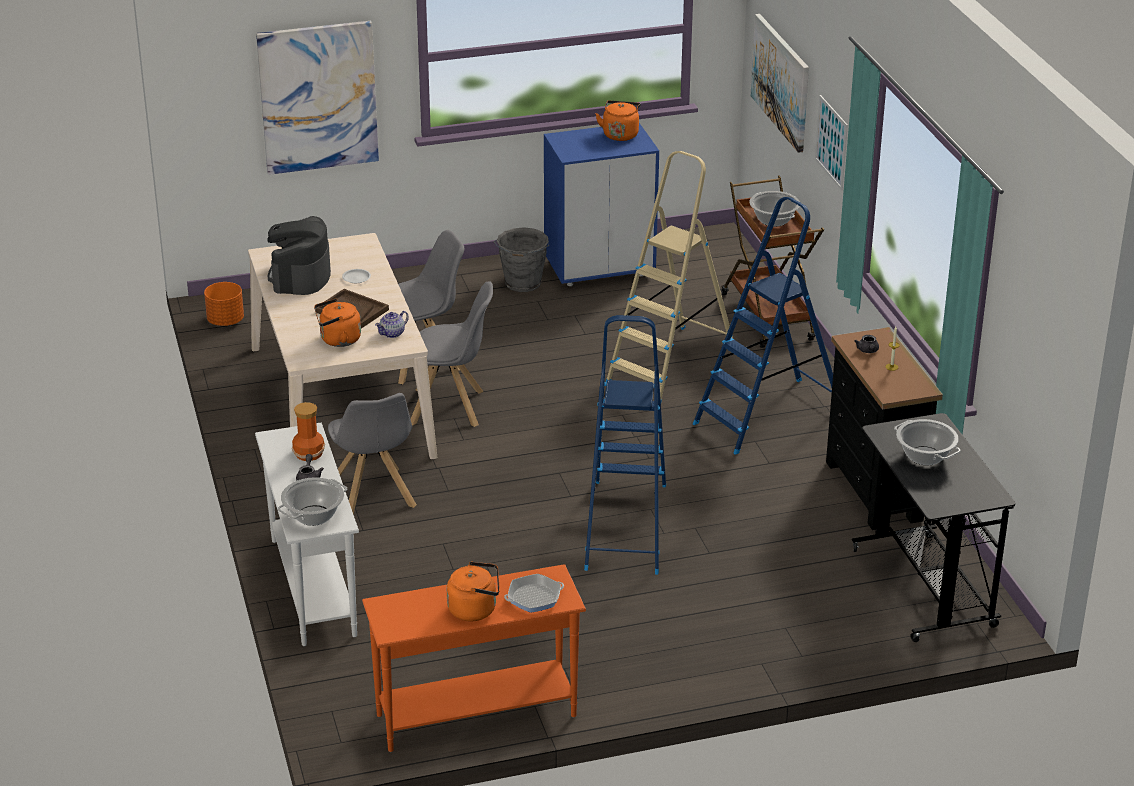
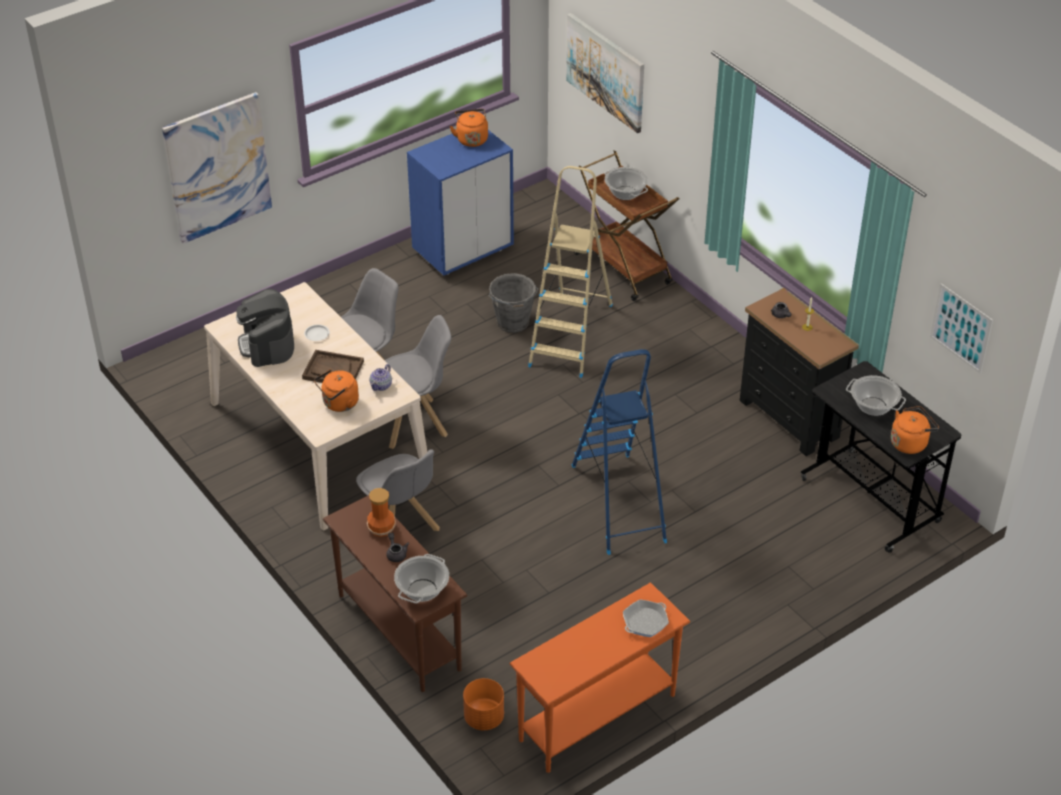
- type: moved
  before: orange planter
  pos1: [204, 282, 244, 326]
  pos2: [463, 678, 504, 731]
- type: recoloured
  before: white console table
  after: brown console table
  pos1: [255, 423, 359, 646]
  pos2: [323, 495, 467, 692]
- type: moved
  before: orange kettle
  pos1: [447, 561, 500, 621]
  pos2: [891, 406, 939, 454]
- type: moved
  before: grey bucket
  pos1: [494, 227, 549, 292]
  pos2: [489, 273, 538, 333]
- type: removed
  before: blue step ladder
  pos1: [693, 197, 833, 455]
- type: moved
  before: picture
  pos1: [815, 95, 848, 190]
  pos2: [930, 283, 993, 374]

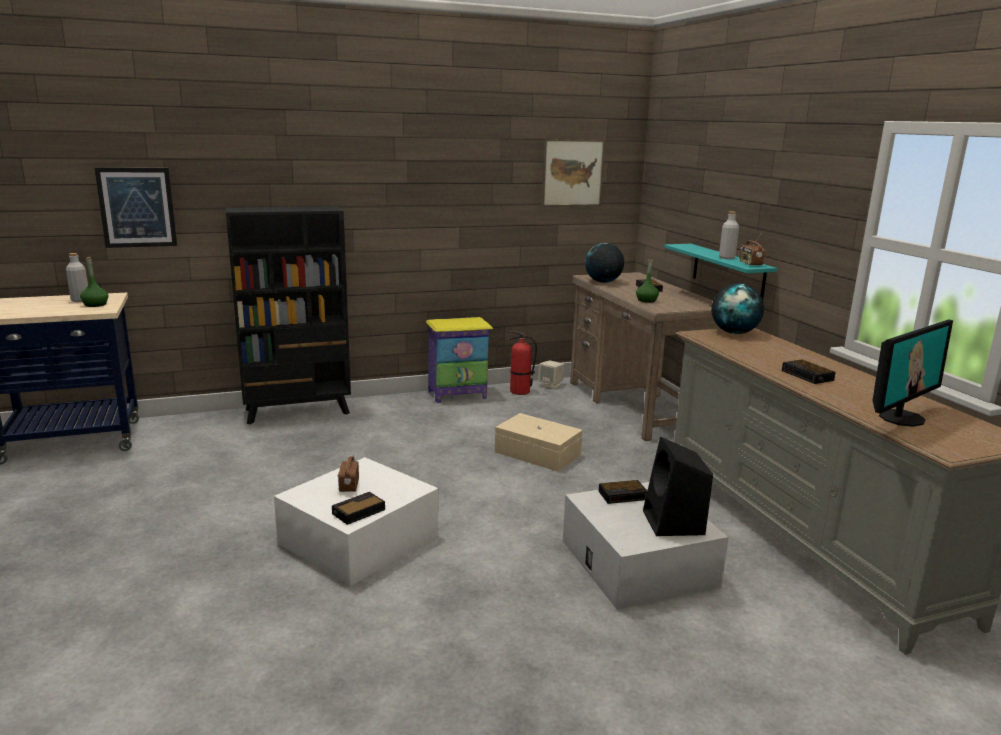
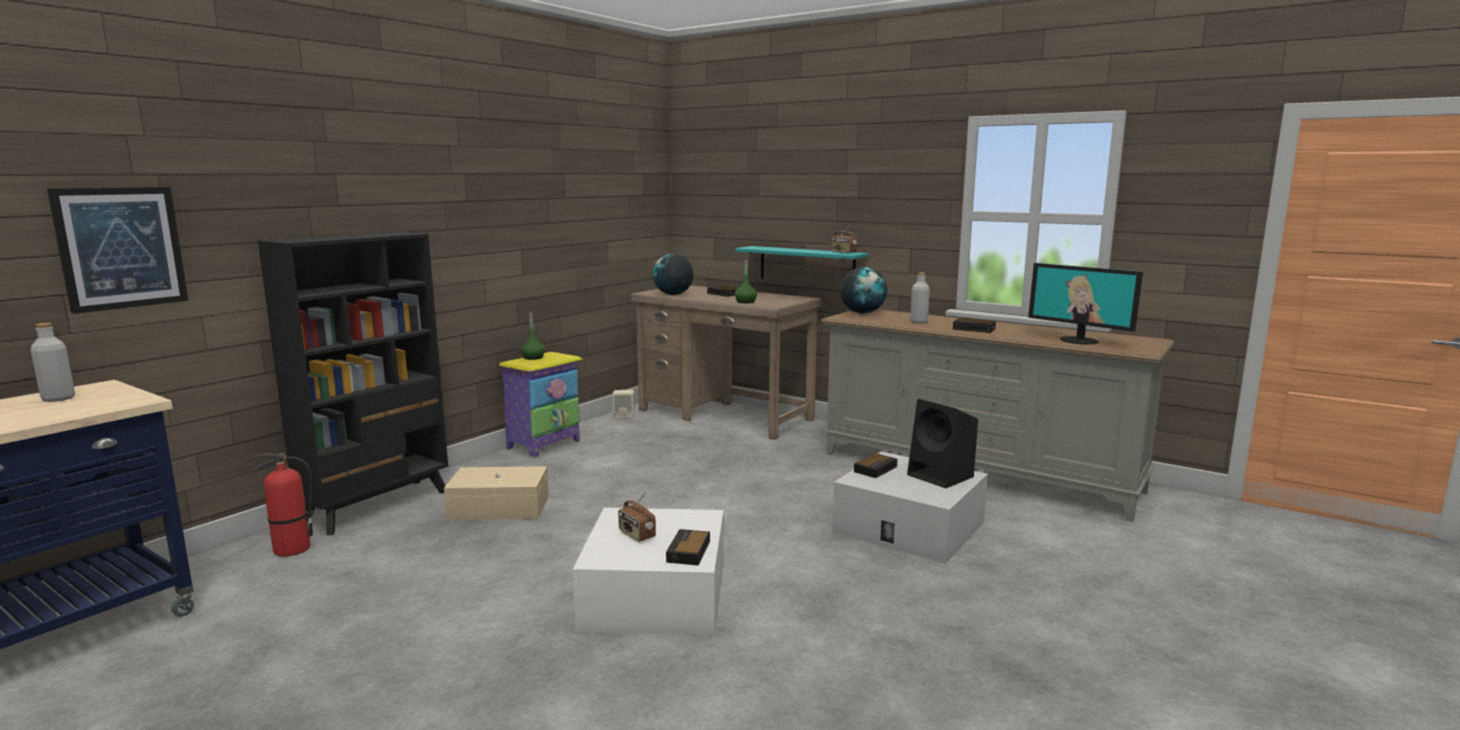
- type: moved
  before: green bottle
  pos1: [80, 257, 109, 307]
  pos2: [521, 313, 545, 360]
- type: moved
  before: beige storage box
  pos1: [495, 413, 583, 472]
  pos2: [444, 466, 549, 520]
- type: moved
  before: fire extinguisher
  pos1: [508, 331, 537, 395]
  pos2: [253, 453, 314, 557]
- type: removed
  before: picture
  pos1: [542, 139, 605, 207]
- type: moved
  before: grey bottle
  pos1: [719, 212, 739, 259]
  pos2: [910, 273, 930, 323]
- type: turned
  before: monitor
  pos1: [872, 320, 953, 427]
  pos2: [1028, 263, 1143, 344]
  turn: 120

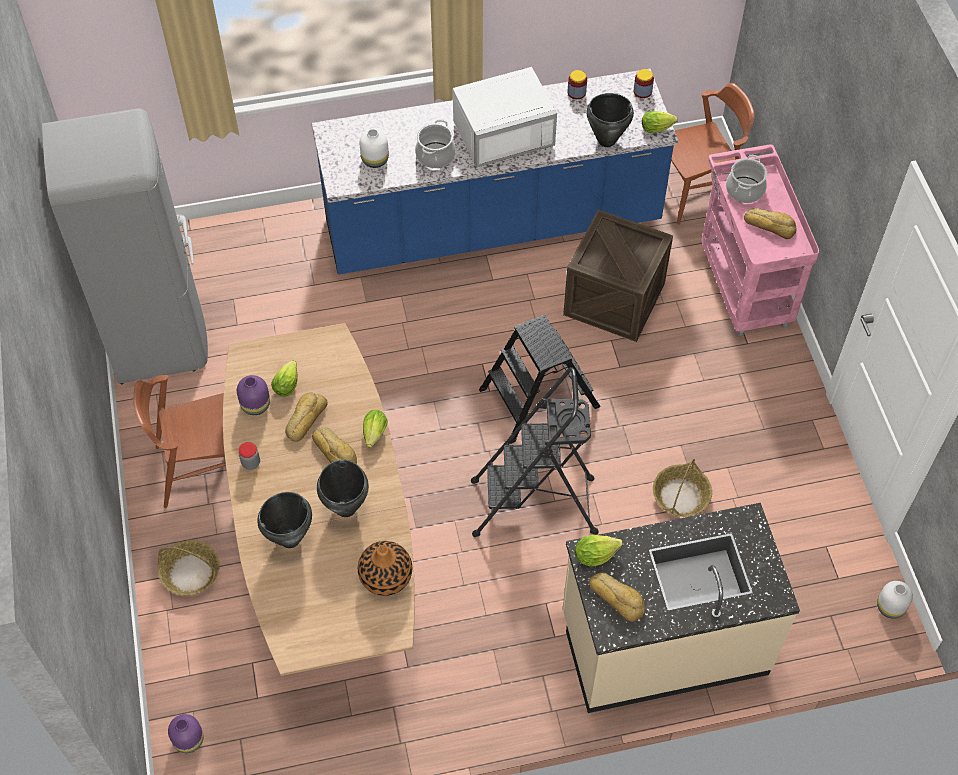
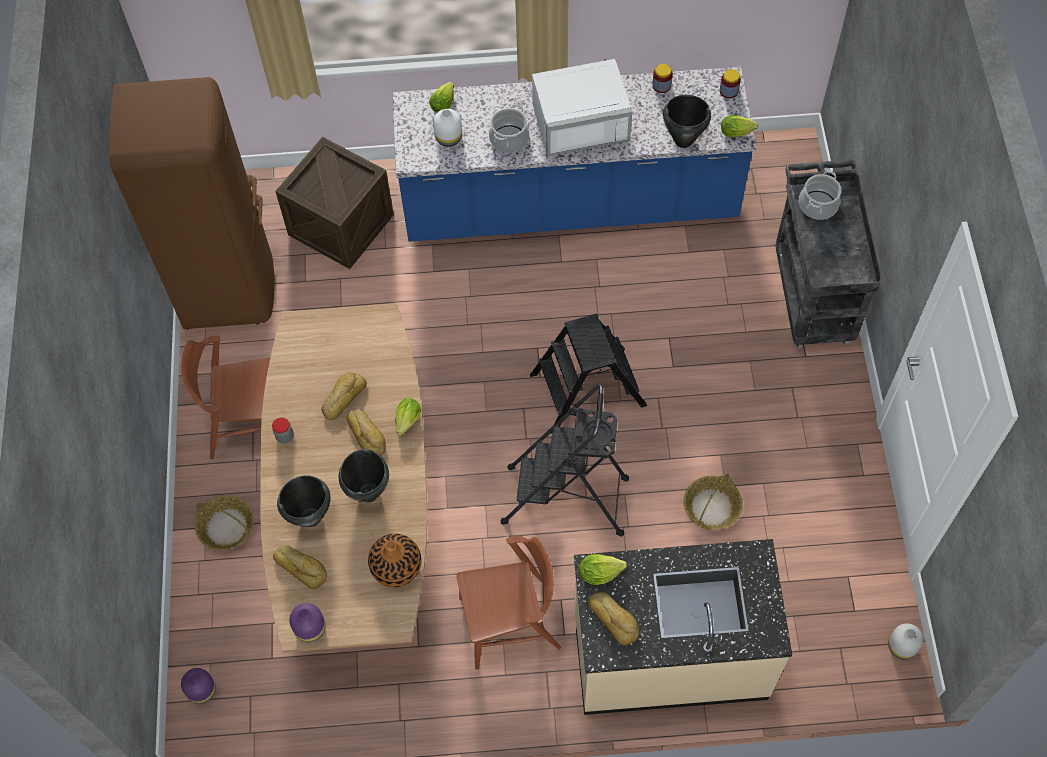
- type: recoloured
  before: grey fridge
  after: brown fridge
  pos1: [42, 109, 208, 384]
  pos2: [109, 77, 275, 330]
- type: moved
  before: purple vase
  pos1: [237, 375, 270, 415]
  pos2: [289, 603, 326, 643]
- type: moved
  before: lettuce
  pos1: [271, 360, 298, 396]
  pos2: [429, 82, 454, 112]
- type: moved
  before: crate
  pos1: [563, 209, 673, 342]
  pos2: [275, 137, 394, 269]
- type: moved
  before: brown chair
  pos1: [671, 83, 755, 225]
  pos2: [456, 535, 561, 670]
- type: recoloured
  before: pink cart
  after: black cart
  pos1: [701, 144, 819, 336]
  pos2: [775, 160, 881, 348]
- type: moved
  before: bread
  pos1: [744, 208, 797, 239]
  pos2: [273, 545, 327, 589]

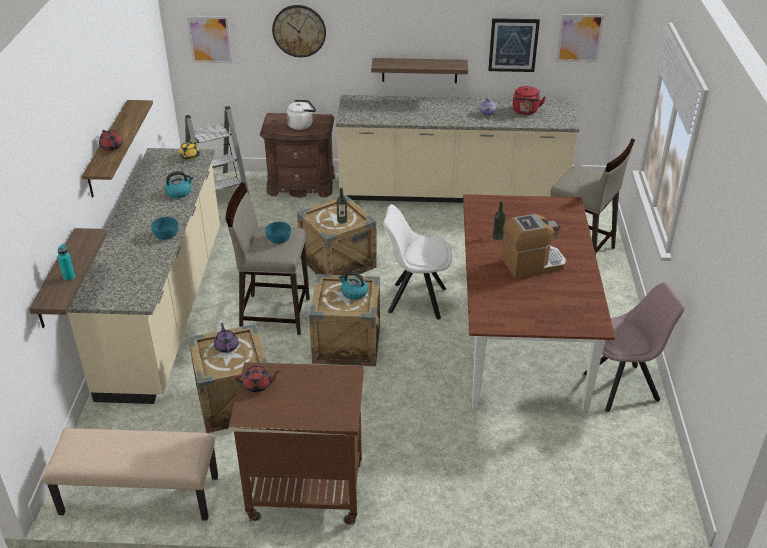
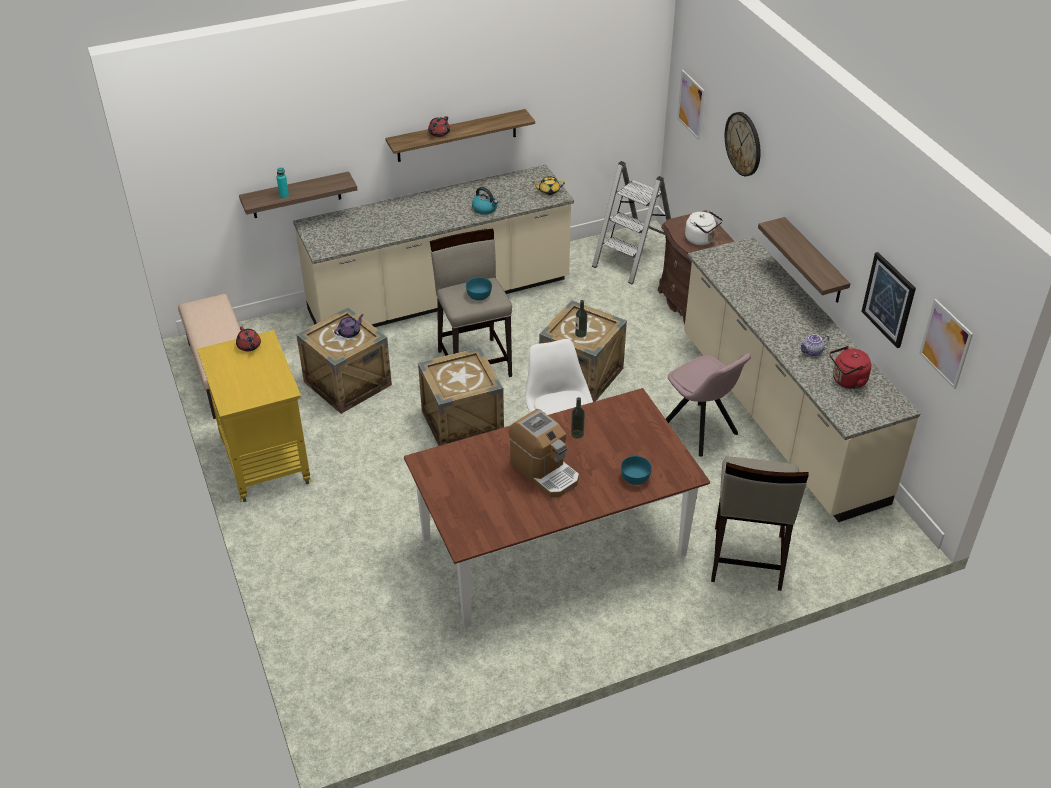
- type: moved
  before: turquoise bowl
  pos1: [151, 217, 178, 240]
  pos2: [621, 456, 652, 485]
- type: recoloured
  before: brown cart
  after: yellow cart
  pos1: [228, 362, 364, 525]
  pos2: [197, 330, 312, 502]
- type: removed
  before: kettle
  pos1: [339, 271, 368, 300]
- type: moved
  before: pink chair
  pos1: [584, 282, 685, 412]
  pos2: [666, 353, 751, 457]

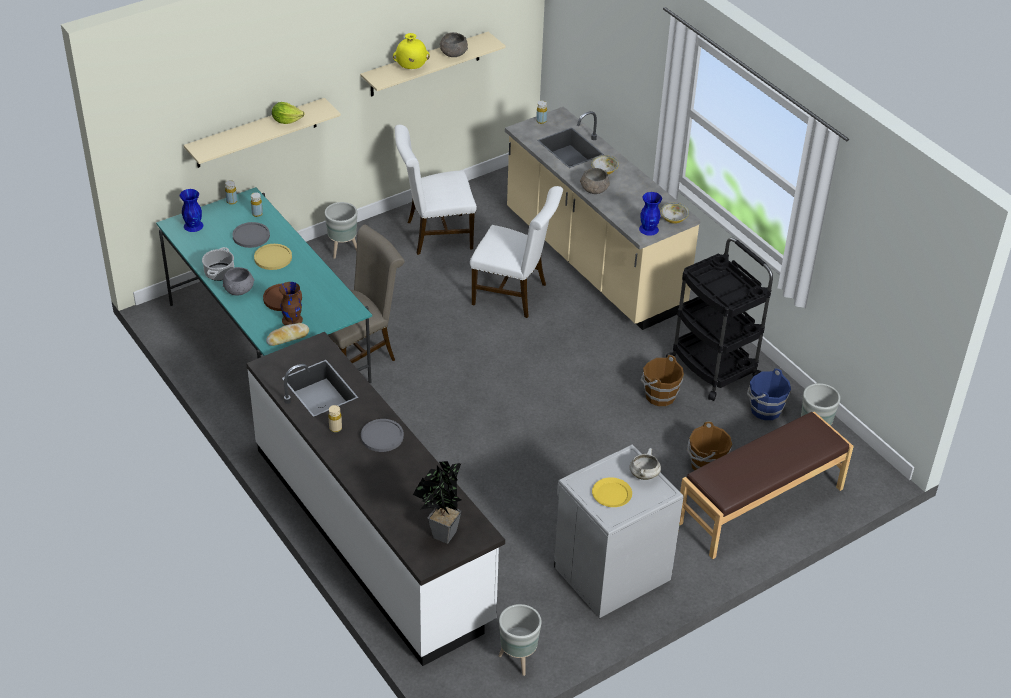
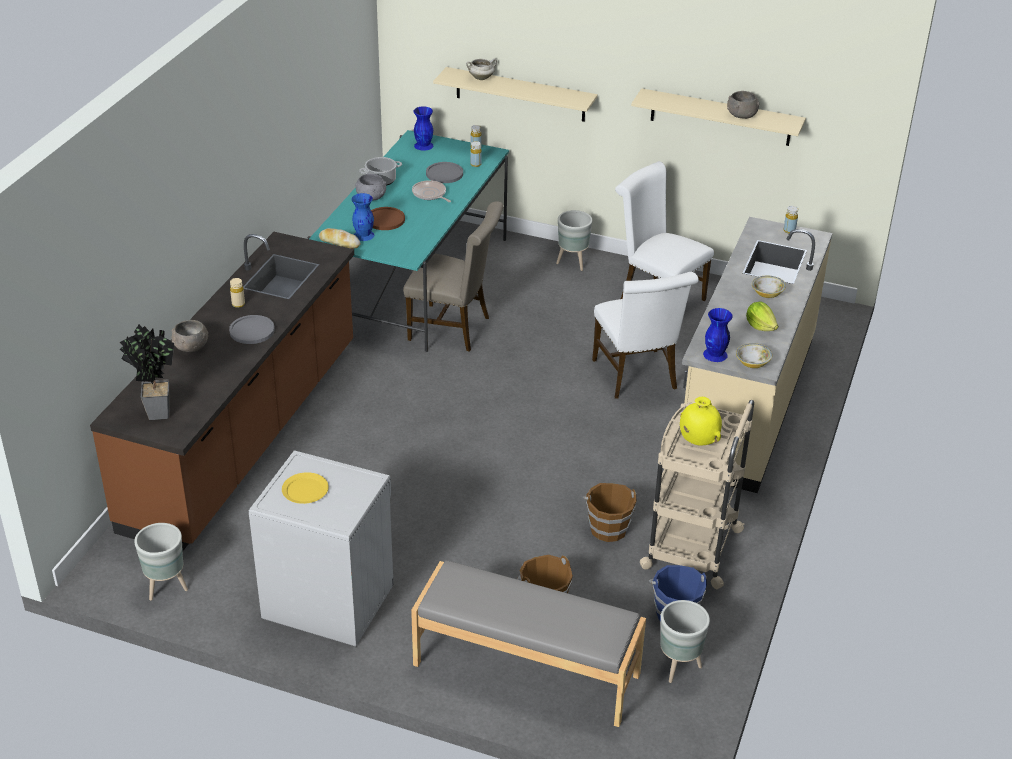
- type: recoloured
  before: white counter
  after: brown counter
  pos1: [246, 332, 505, 666]
  pos2: [90, 232, 354, 551]
- type: replaced
  before: yellow plate
  after: frying pan
  pos1: [254, 244, 292, 270]
  pos2: [412, 180, 451, 202]
- type: moved
  before: lettuce
  pos1: [272, 102, 305, 124]
  pos2: [746, 301, 778, 331]
- type: recoloured
  before: brown vase
  after: blue vase
  pos1: [279, 282, 303, 325]
  pos2: [351, 193, 375, 241]
- type: moved
  before: yellow vase
  pos1: [393, 33, 430, 69]
  pos2: [680, 397, 722, 445]
- type: moved
  before: grey bowl
  pos1: [580, 168, 610, 194]
  pos2: [172, 320, 208, 352]
- type: moved
  before: white cooking pot
  pos1: [630, 448, 661, 480]
  pos2: [466, 59, 497, 80]
- type: recoloured
  before: black cart
  after: beige cart
  pos1: [666, 238, 773, 401]
  pos2: [640, 400, 754, 589]
- type: recoloured
  before: brown bench
  after: grey bench
  pos1: [679, 412, 854, 559]
  pos2: [411, 560, 646, 727]

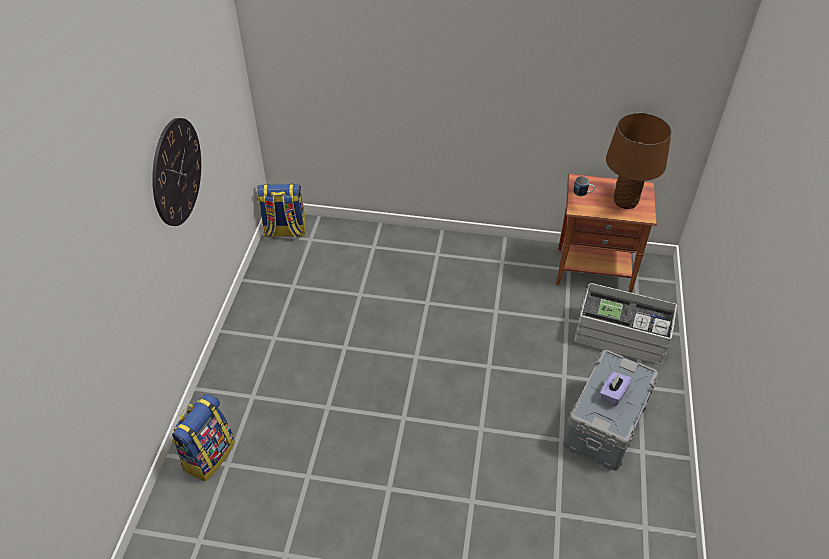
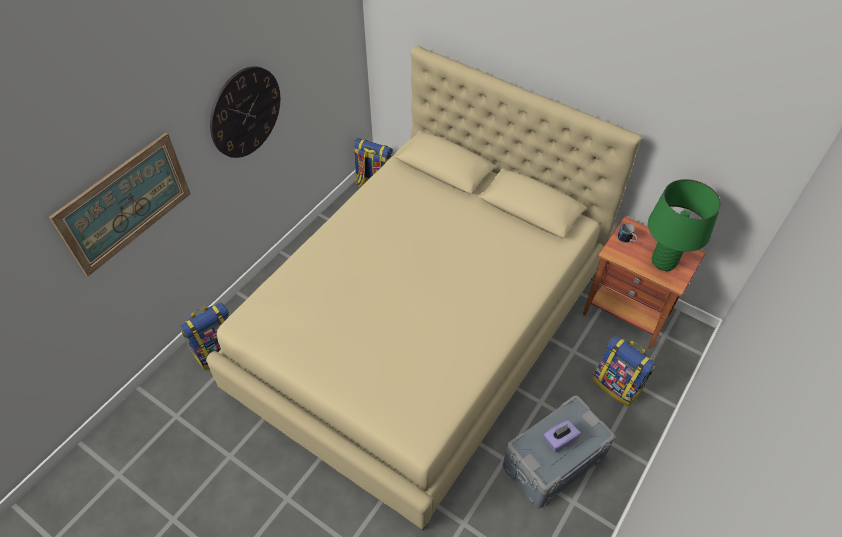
- type: replaced
  before: grey storage box
  after: backpack
  pos1: [574, 283, 677, 365]
  pos2: [592, 336, 655, 407]
- type: recoloured
  before: brown table lamp
  after: green table lamp
  pos1: [606, 113, 672, 209]
  pos2: [648, 179, 721, 271]
- type: added
  after: picture
  pos2: [49, 133, 191, 276]
- type: added
  after: beige bed
  pos2: [206, 46, 642, 530]

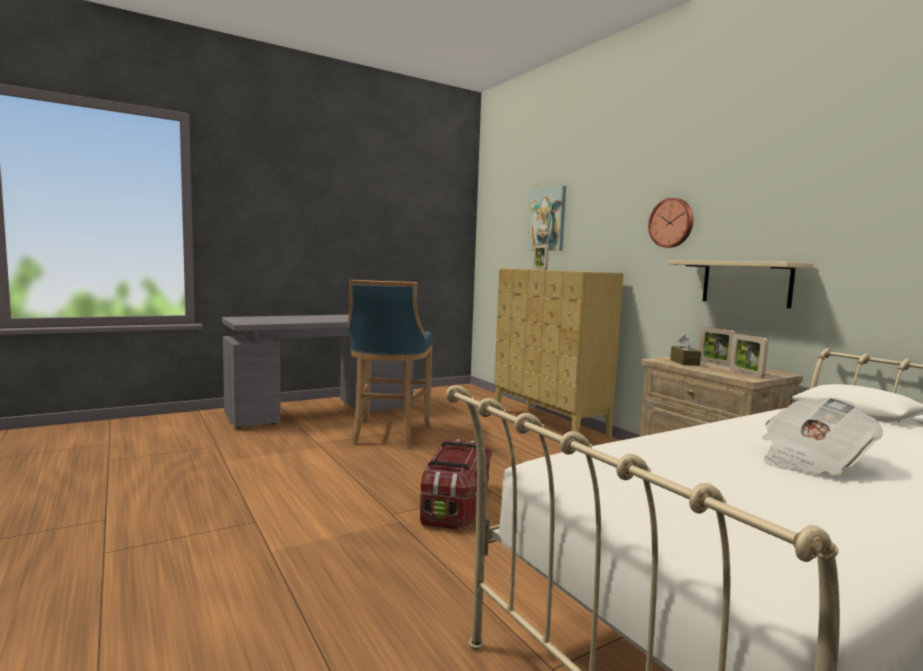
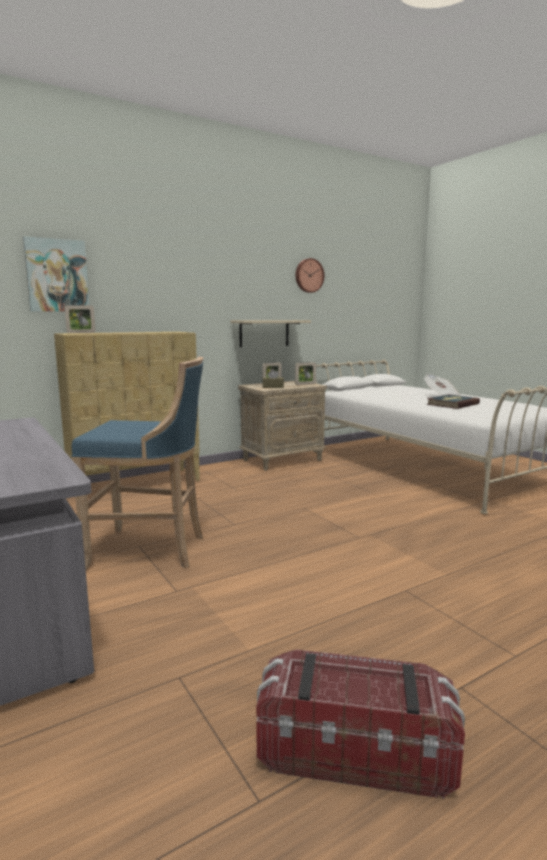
- type: moved
  before: storage box
  pos1: [420, 439, 492, 529]
  pos2: [256, 649, 465, 799]
- type: moved
  before: wall clock
  pos1: [648, 198, 693, 248]
  pos2: [295, 258, 324, 293]
- type: added
  after: book
  pos2: [426, 394, 480, 409]

